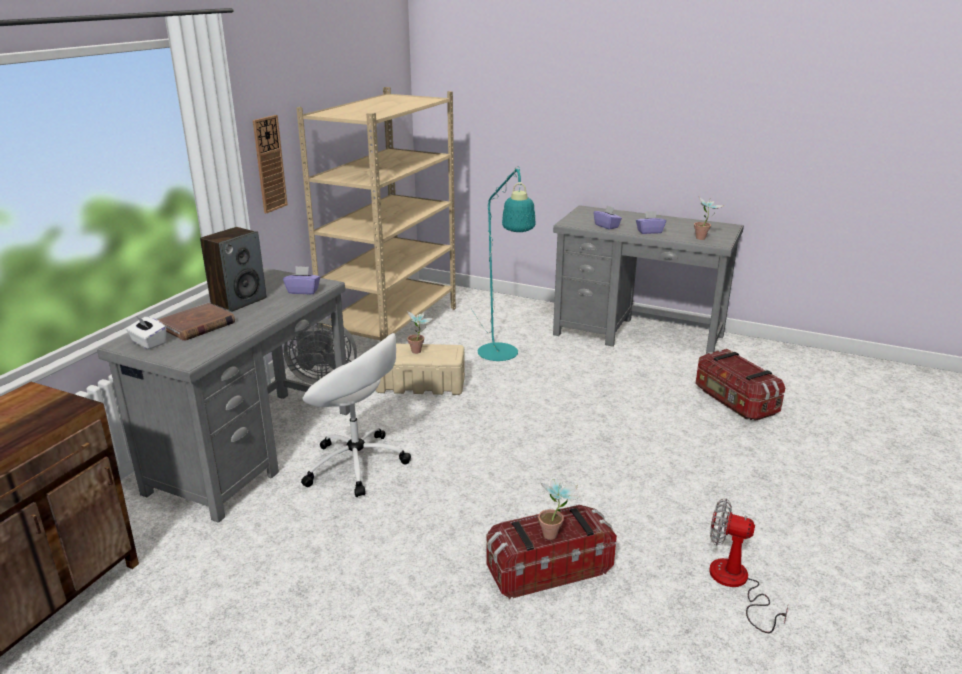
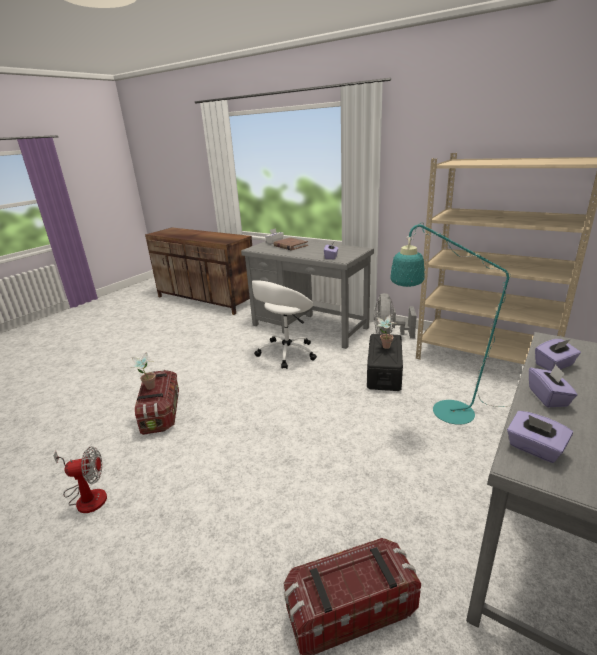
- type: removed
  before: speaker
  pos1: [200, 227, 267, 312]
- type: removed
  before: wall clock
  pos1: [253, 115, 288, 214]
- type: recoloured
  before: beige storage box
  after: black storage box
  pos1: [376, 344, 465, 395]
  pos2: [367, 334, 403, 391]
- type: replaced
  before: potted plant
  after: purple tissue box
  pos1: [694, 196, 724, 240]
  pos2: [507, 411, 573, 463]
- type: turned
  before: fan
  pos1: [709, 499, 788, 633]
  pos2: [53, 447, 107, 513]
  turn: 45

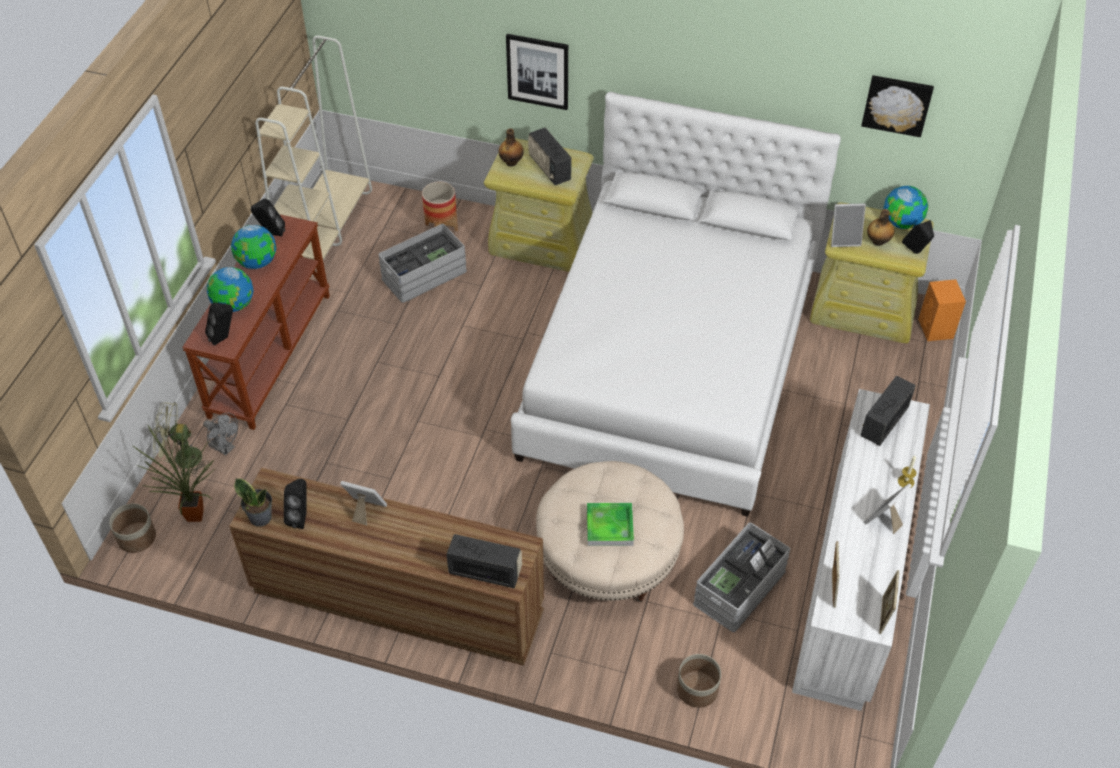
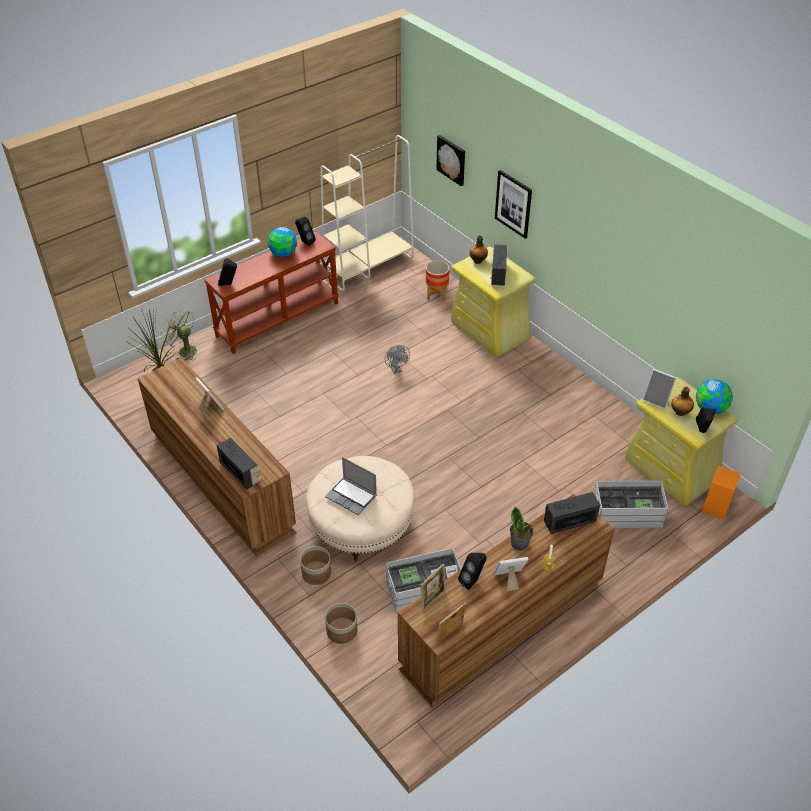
- type: moved
  before: planter
  pos1: [109, 503, 156, 553]
  pos2: [300, 546, 331, 585]
- type: moved
  before: grey fan
  pos1: [203, 413, 238, 456]
  pos2: [385, 345, 410, 374]
- type: removed
  before: globe
  pos1: [206, 267, 253, 312]
- type: moved
  before: potted plant
  pos1: [234, 478, 272, 527]
  pos2: [510, 507, 534, 551]
- type: moved
  before: black speaker
  pos1: [284, 479, 307, 529]
  pos2: [458, 553, 487, 590]
- type: moved
  before: grey storage box
  pos1: [378, 224, 467, 303]
  pos2: [594, 481, 668, 528]
- type: removed
  before: white bed
  pos1: [511, 92, 841, 517]
- type: replaced
  before: tray
  after: laptop
  pos1: [587, 503, 634, 546]
  pos2: [325, 457, 377, 515]
- type: recoloured
  before: white dresser
  after: brown dresser
  pos1: [792, 389, 930, 711]
  pos2: [398, 494, 615, 708]
- type: moved
  before: picture
  pos1: [861, 75, 934, 137]
  pos2: [436, 135, 465, 186]

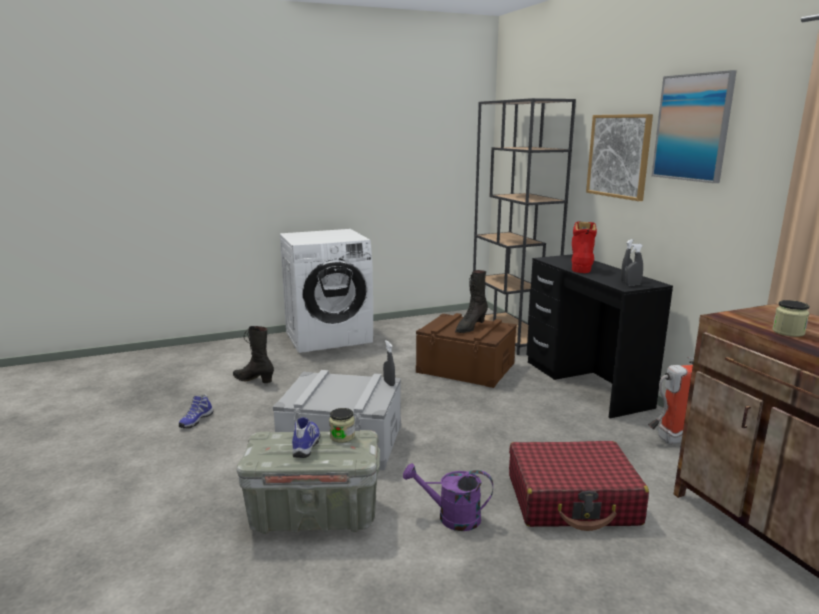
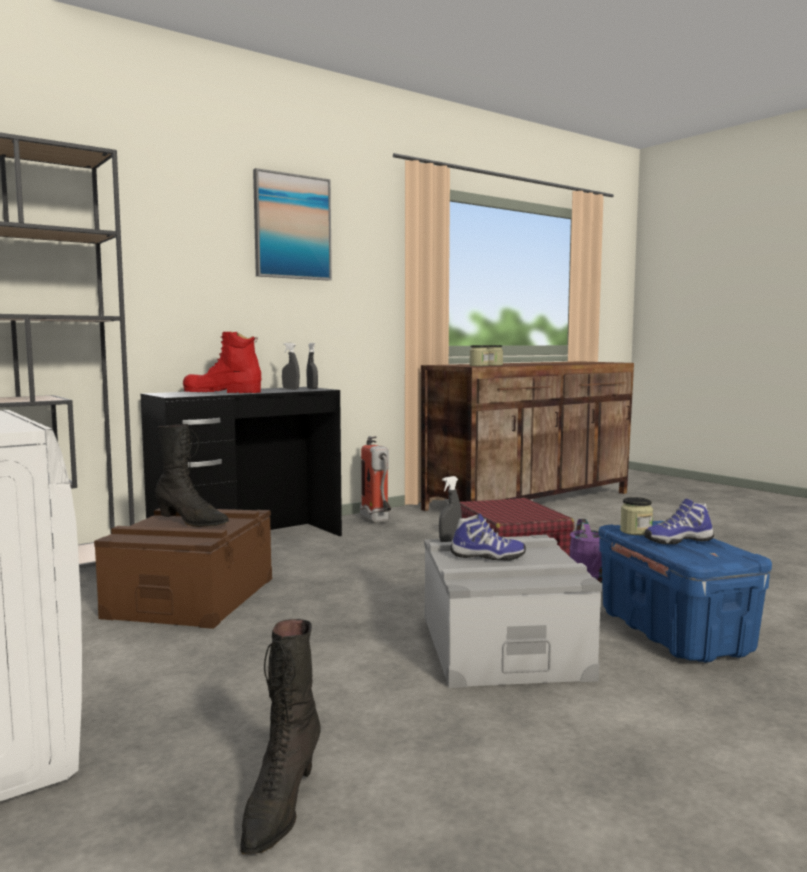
- type: moved
  before: shoe
  pos1: [179, 394, 213, 429]
  pos2: [450, 514, 526, 561]
- type: recoloured
  before: grey storage box
  after: blue storage box
  pos1: [237, 430, 380, 534]
  pos2: [598, 521, 772, 663]
- type: removed
  before: picture
  pos1: [586, 114, 653, 201]
- type: added
  after: jar
  pos2: [469, 345, 489, 366]

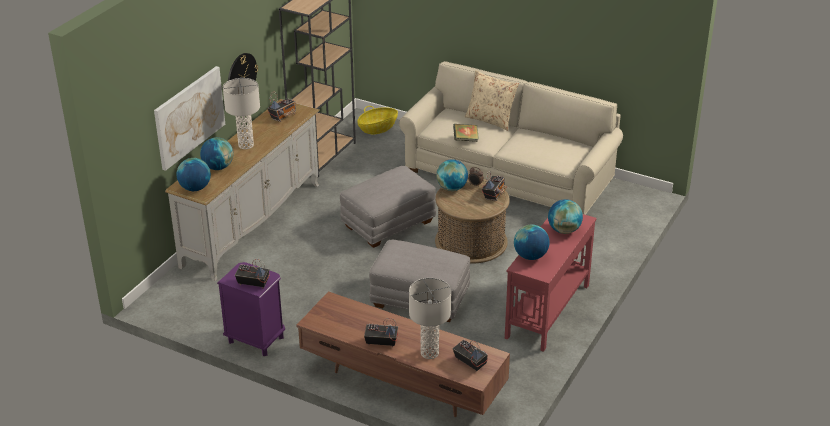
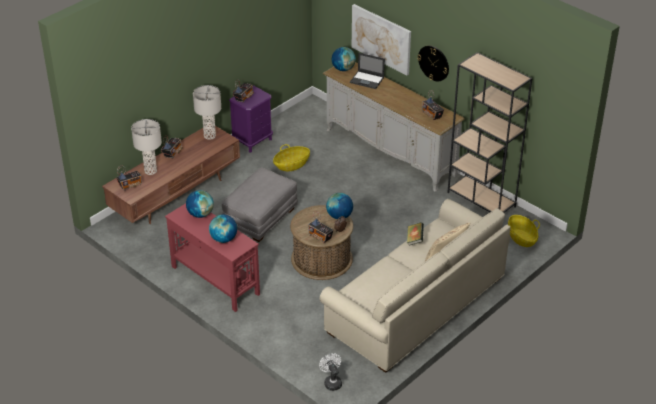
- type: replaced
  before: globe
  after: laptop
  pos1: [200, 137, 233, 170]
  pos2: [350, 53, 385, 89]
- type: moved
  before: white table lamp
  pos1: [223, 78, 260, 149]
  pos2: [193, 85, 221, 140]
- type: removed
  before: grey ottoman
  pos1: [340, 166, 436, 248]
- type: added
  after: basket
  pos2: [273, 144, 310, 171]
- type: added
  after: white fan
  pos2: [319, 353, 342, 391]

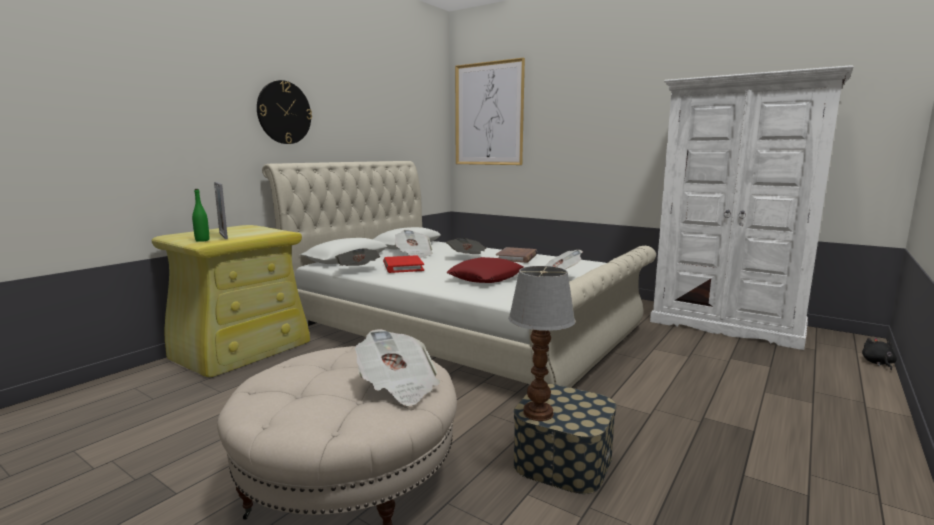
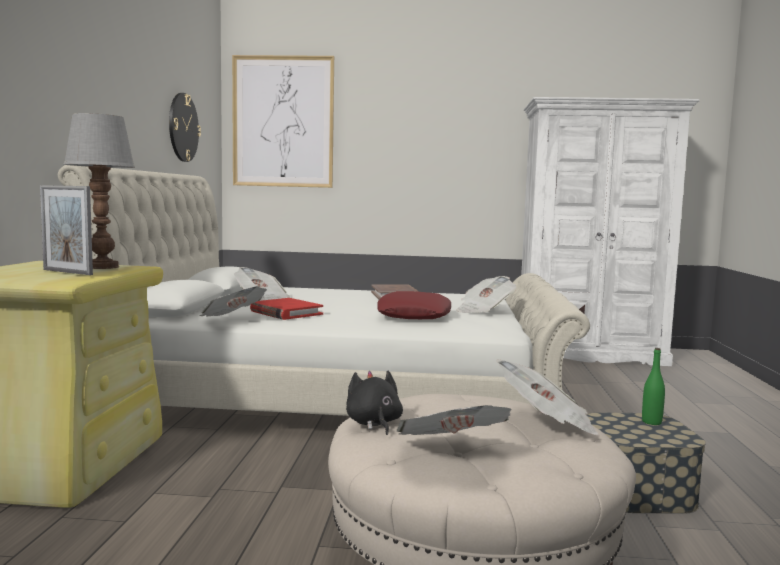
- type: moved
  before: green bottle
  pos1: [192, 189, 209, 242]
  pos2: [642, 348, 665, 425]
- type: moved
  before: wall clock
  pos1: [257, 80, 312, 144]
  pos2: [169, 93, 201, 162]
- type: moved
  before: newspaper
  pos1: [446, 238, 486, 254]
  pos2: [397, 405, 512, 435]
- type: moved
  before: table lamp
  pos1: [508, 266, 576, 421]
  pos2: [63, 113, 135, 269]
- type: moved
  before: black plush toy
  pos1: [862, 338, 897, 370]
  pos2: [346, 371, 403, 435]

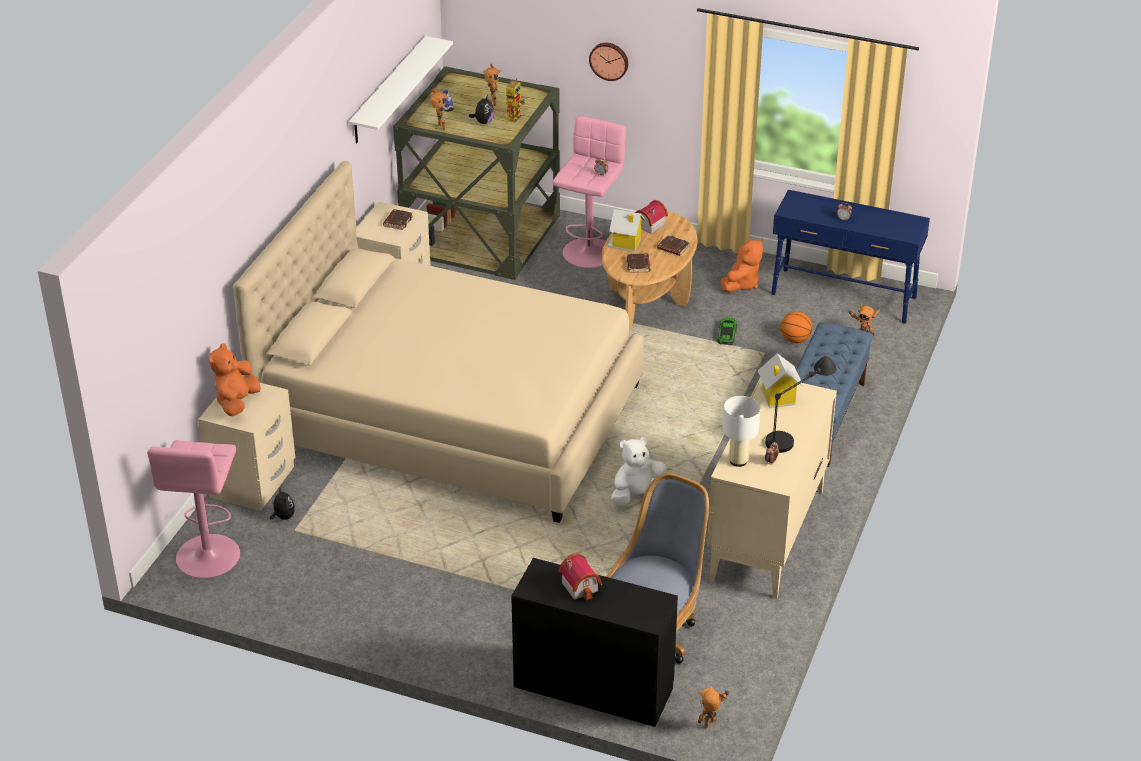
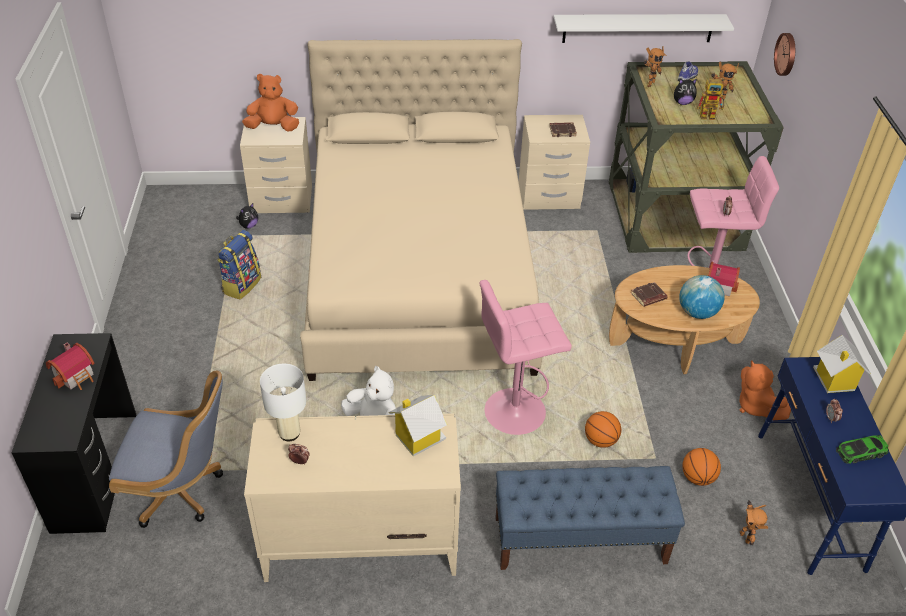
- type: moved
  before: pink stool
  pos1: [147, 440, 240, 578]
  pos2: [479, 280, 572, 435]
- type: moved
  before: wall clock
  pos1: [589, 43, 628, 81]
  pos2: [774, 33, 795, 76]
- type: moved
  before: toy house
  pos1: [608, 209, 645, 252]
  pos2: [813, 335, 871, 393]
- type: replaced
  before: brown book
  after: globe
  pos1: [657, 235, 690, 256]
  pos2: [679, 275, 724, 319]
- type: removed
  before: toy robot
  pos1: [698, 687, 729, 728]
- type: moved
  before: toy car
  pos1: [717, 317, 737, 345]
  pos2: [836, 435, 889, 464]
- type: turned
  before: orange plush toy
  pos1: [721, 239, 763, 292]
  pos2: [739, 360, 791, 420]
  turn: 60
- type: removed
  before: black table lamp
  pos1: [765, 356, 836, 453]
- type: added
  after: backpack
  pos2: [217, 230, 261, 299]
- type: added
  after: basketball
  pos2: [585, 411, 621, 448]

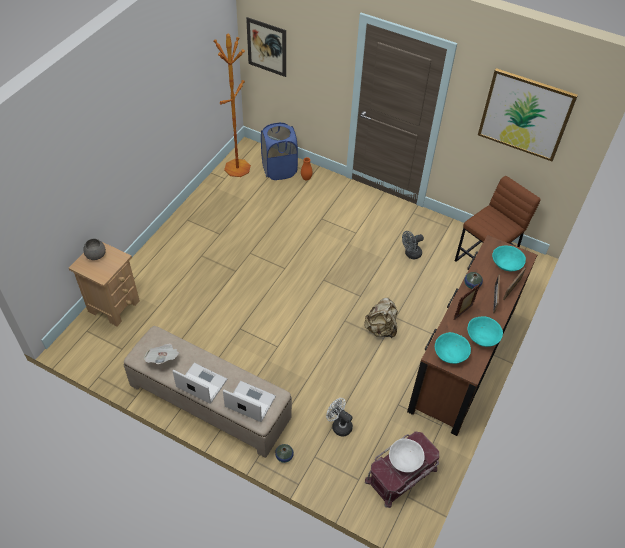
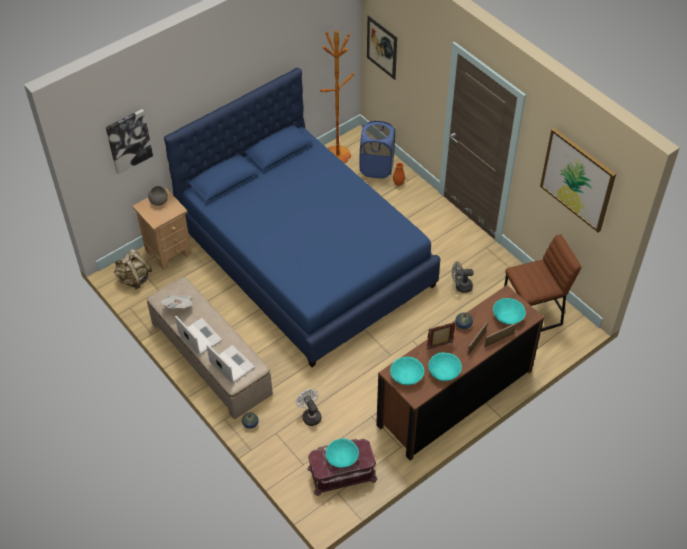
- type: moved
  before: beige backpack
  pos1: [365, 298, 398, 338]
  pos2: [114, 249, 152, 289]
- type: recoloured
  before: white bowl
  after: turquoise bowl
  pos1: [389, 438, 425, 472]
  pos2: [326, 438, 359, 468]
- type: added
  after: picture
  pos2: [106, 109, 153, 174]
- type: added
  after: blue bed
  pos2: [164, 68, 441, 367]

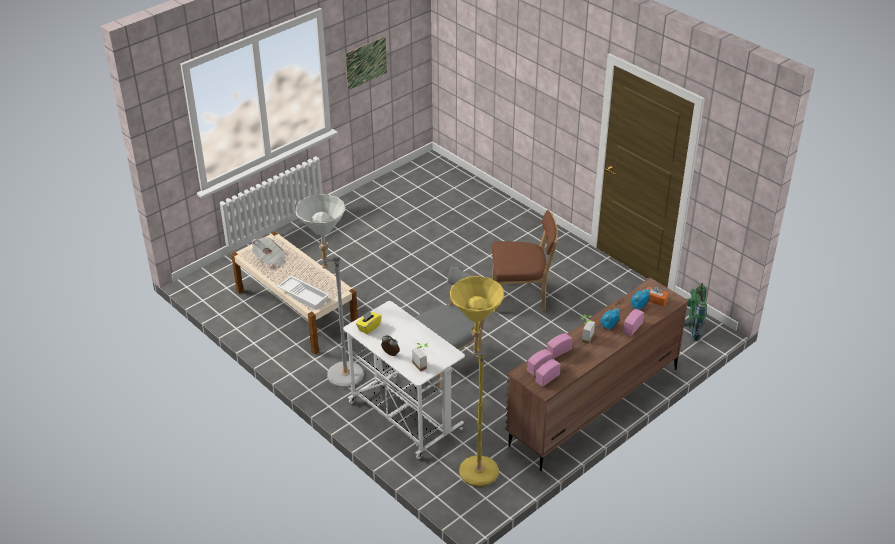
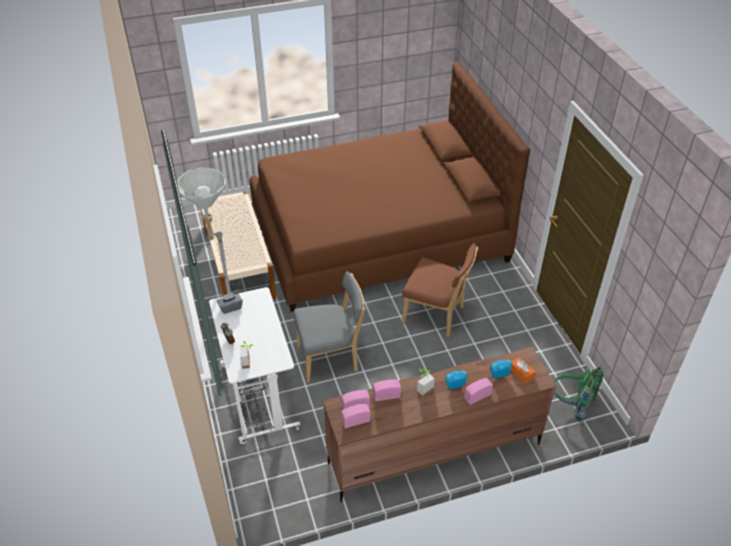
- type: removed
  before: newspaper
  pos1: [252, 237, 286, 267]
- type: removed
  before: white tray
  pos1: [277, 276, 329, 310]
- type: removed
  before: picture
  pos1: [345, 36, 387, 90]
- type: recoloured
  before: yellow tissue box
  after: grey tissue box
  pos1: [356, 311, 382, 334]
  pos2: [217, 292, 243, 314]
- type: removed
  before: yellow floor lamp
  pos1: [450, 276, 504, 487]
- type: added
  after: brown bed
  pos2: [250, 62, 530, 312]

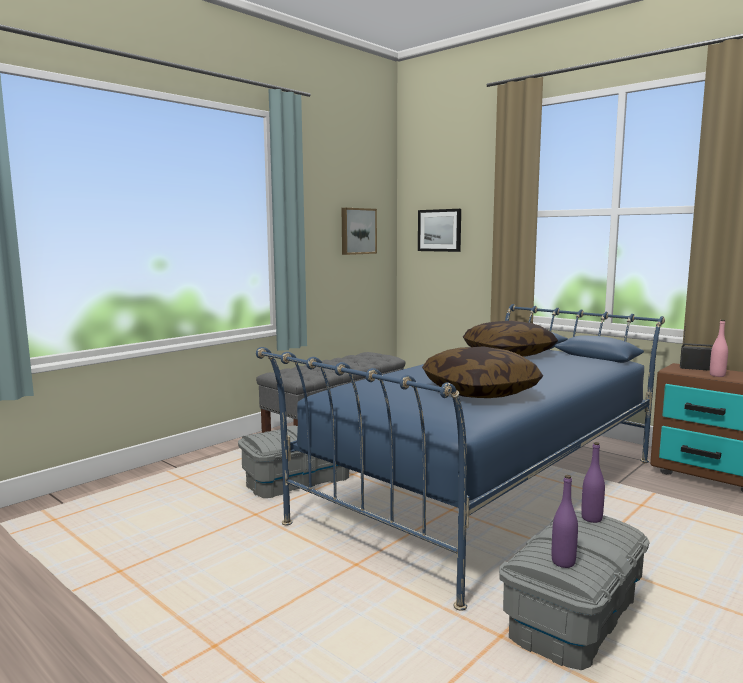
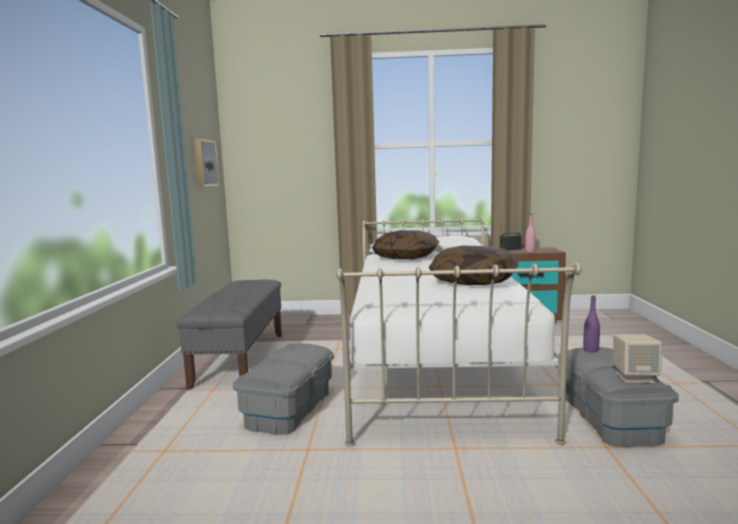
- type: recoloured
  before: blue bed
  after: white bed
  pos1: [256, 304, 665, 611]
  pos2: [336, 217, 581, 447]
- type: removed
  before: picture
  pos1: [418, 209, 461, 252]
- type: replaced
  before: purple bottle
  after: beige speaker
  pos1: [552, 475, 578, 568]
  pos2: [613, 334, 662, 383]

